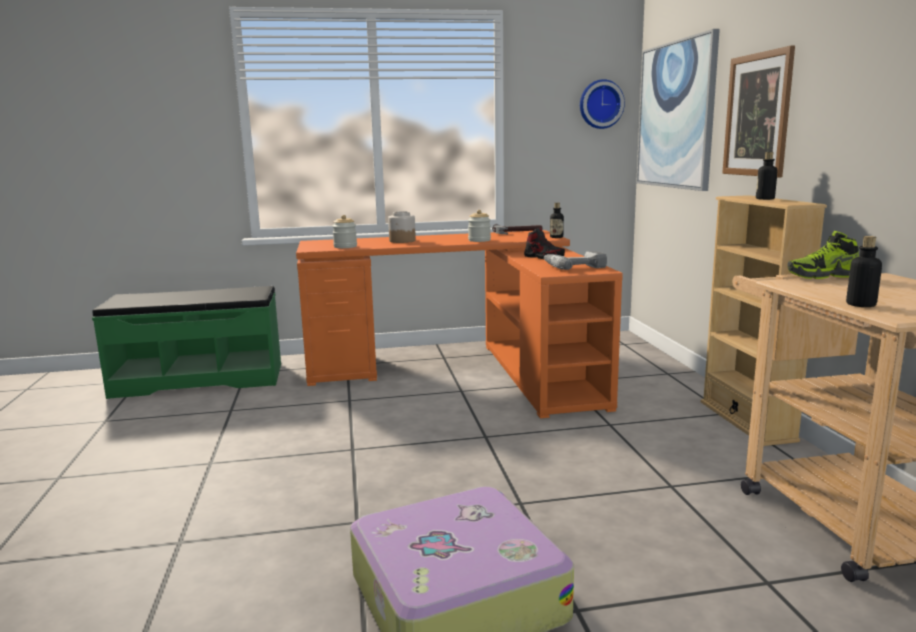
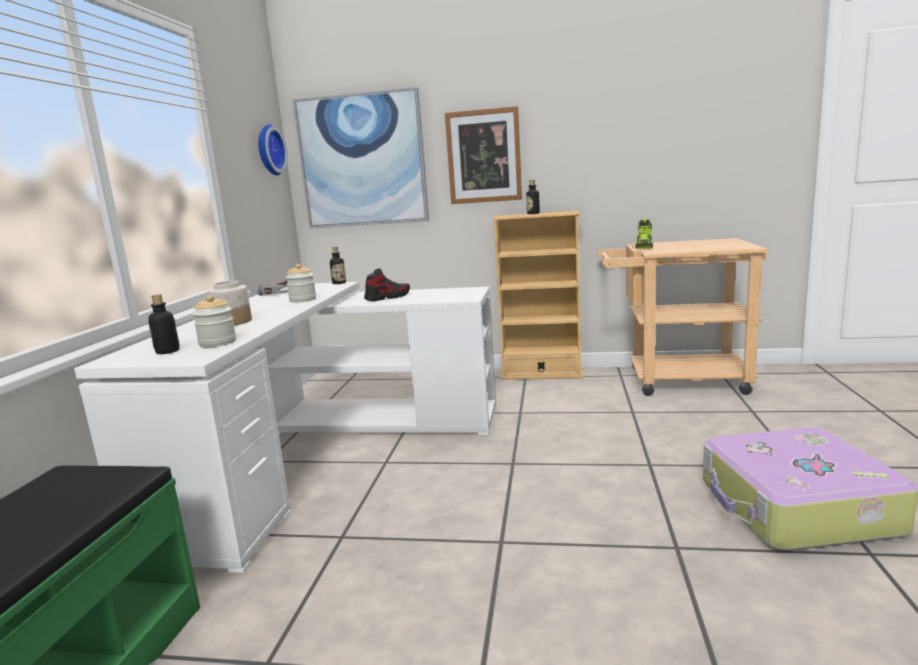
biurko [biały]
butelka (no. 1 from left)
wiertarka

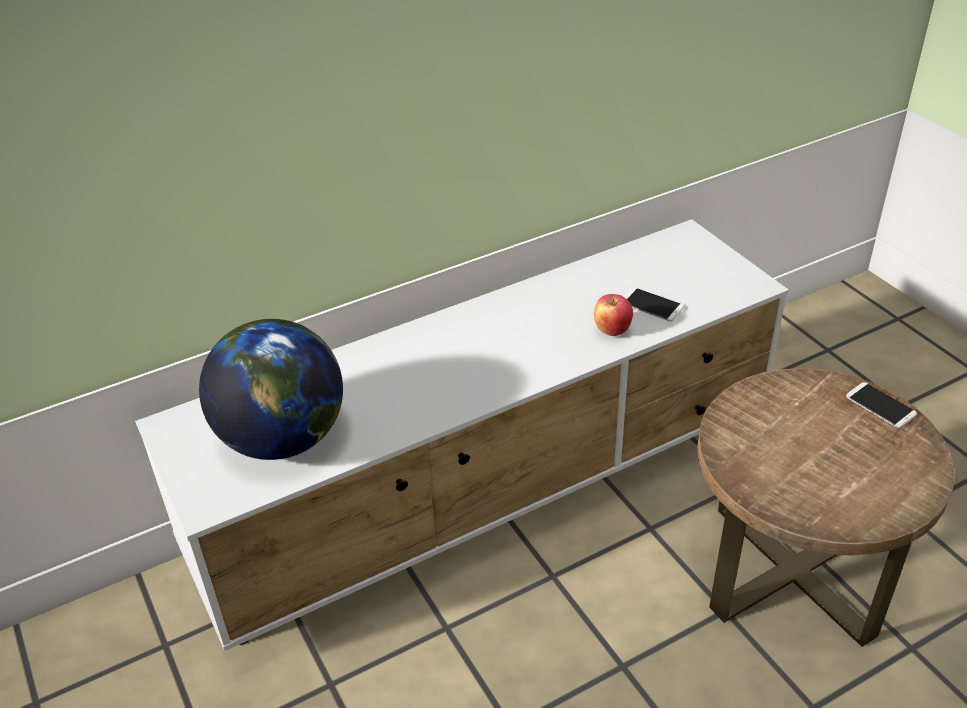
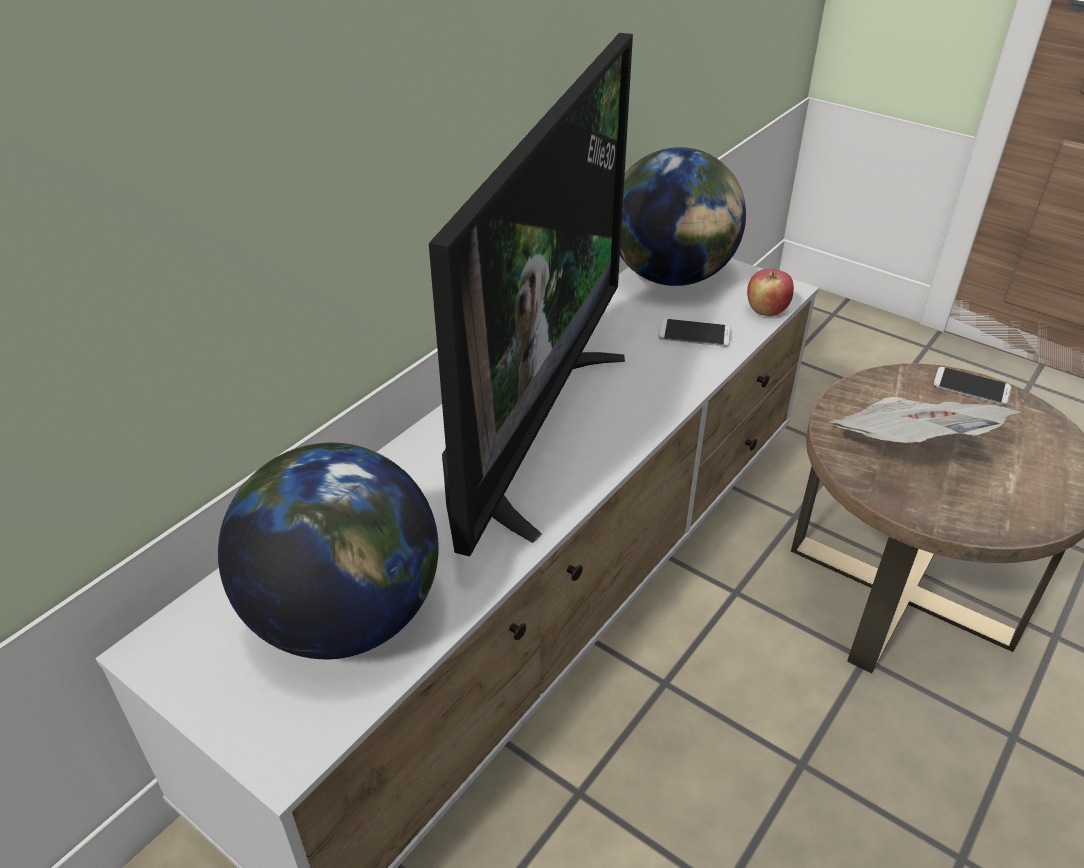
jabłko
telewizor
globus (no. 2 from left)
gazeta

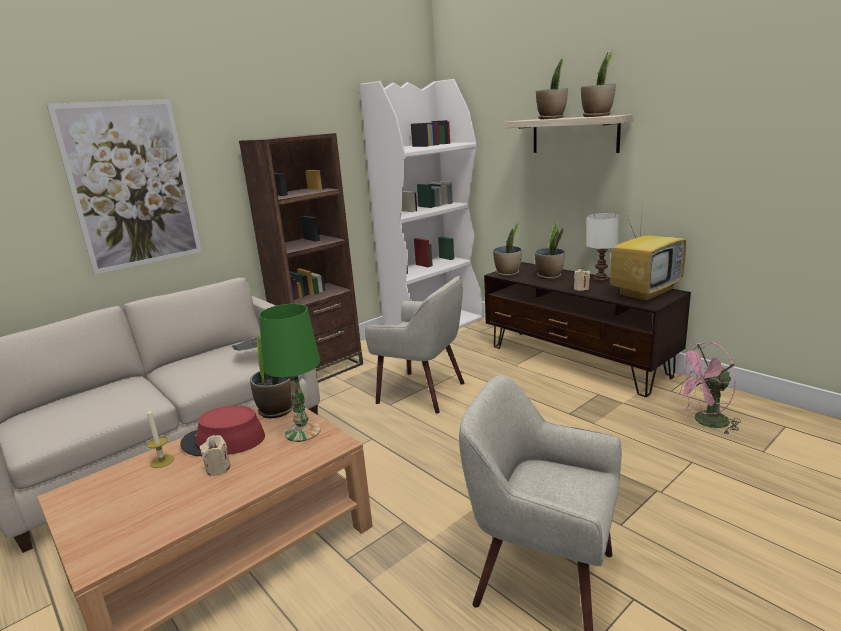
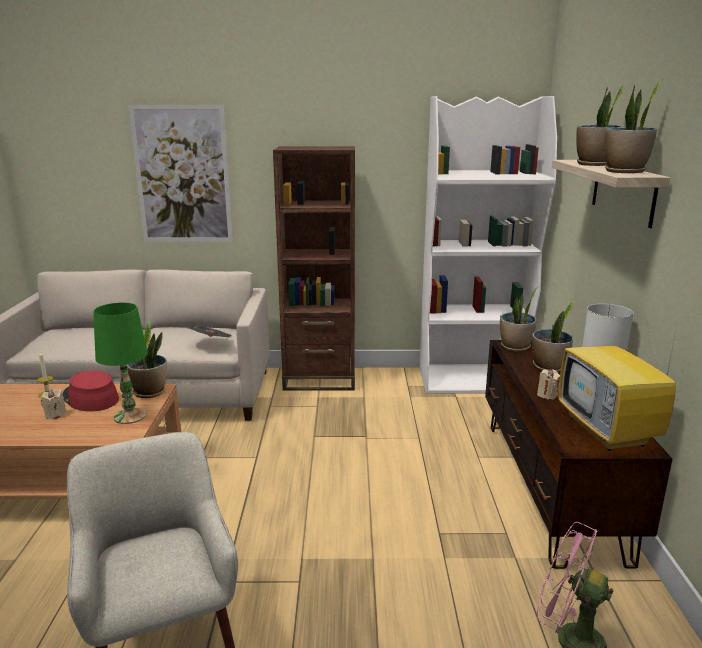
telewizor
fotel [beżowy] (no. 1 from left in the first image)

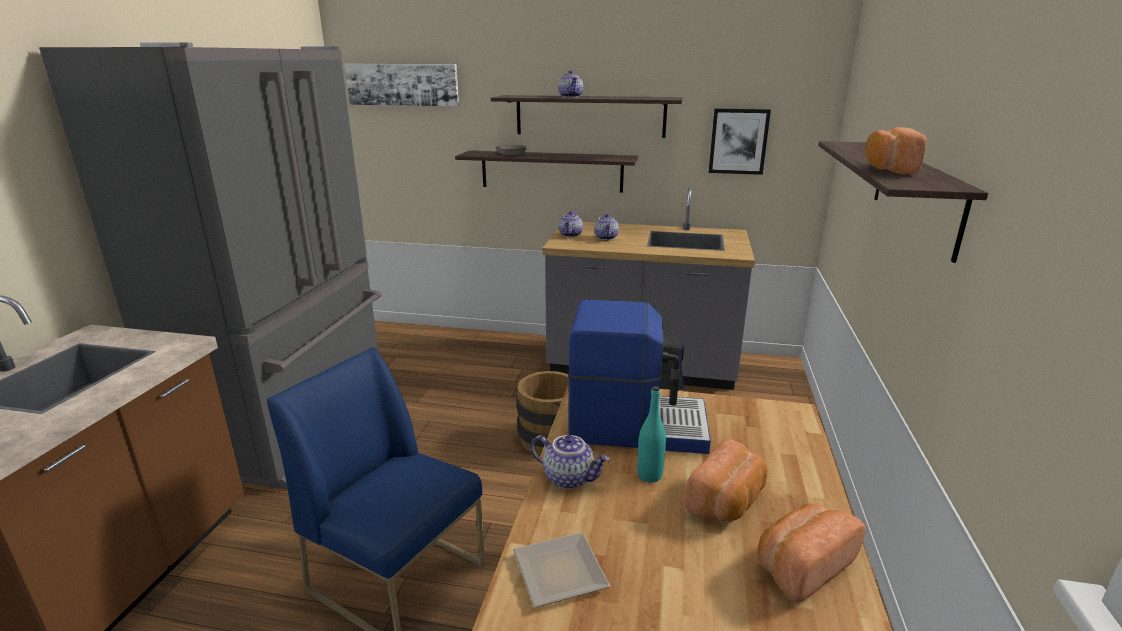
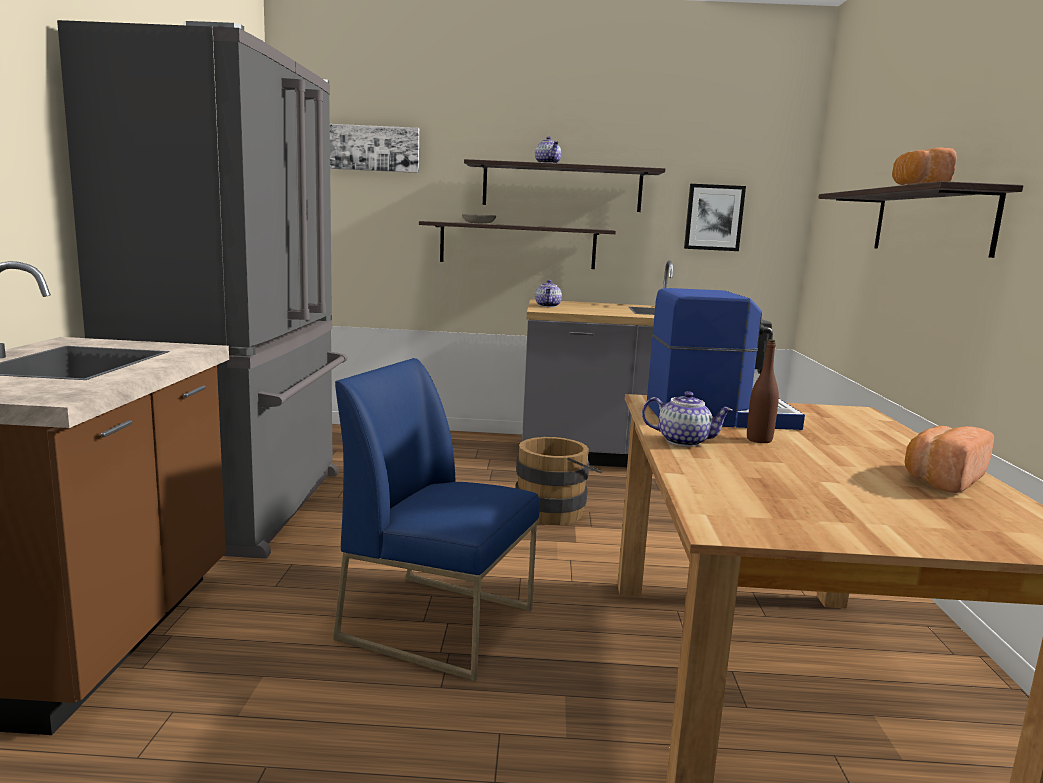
imbryk (no. 4 from left in the first image)
butelka [brązowy]
chleb (no. 1 from left in the first image)
talerz

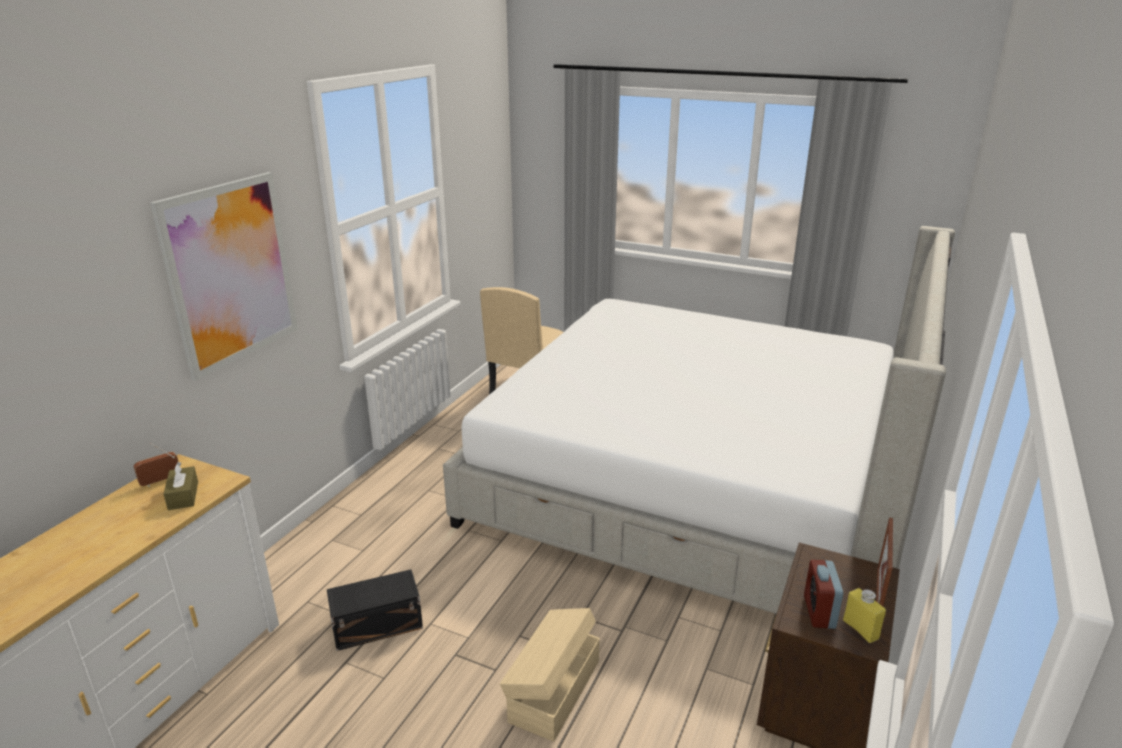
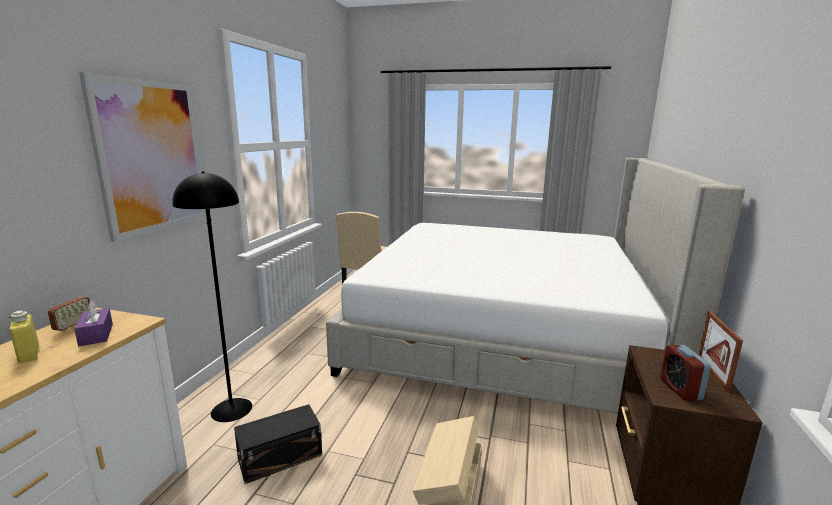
radio
pudełko chusteczek [fioletowy]
butelka [żółty]
lampa stojąca [czarny]

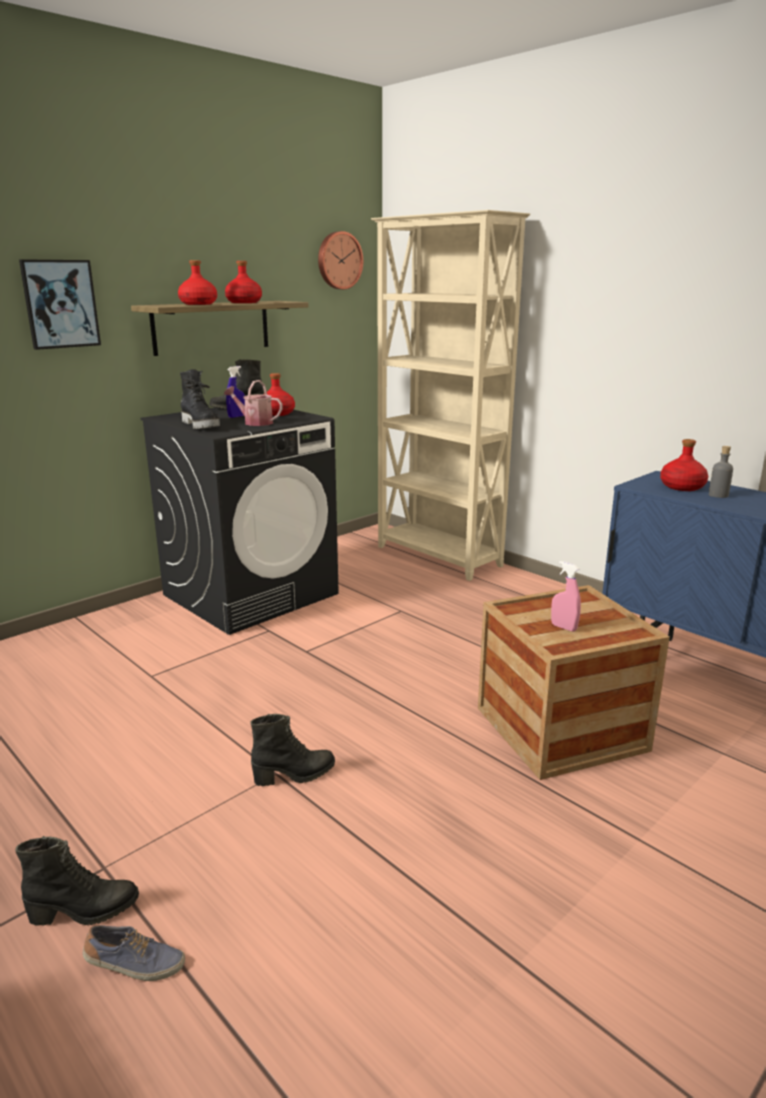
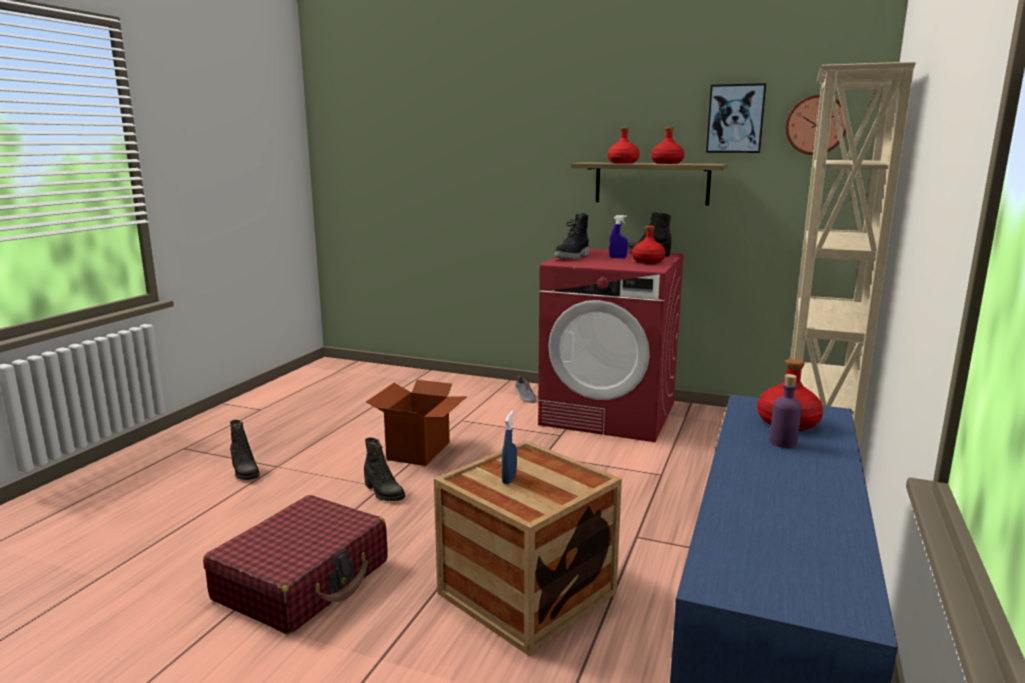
obraz
konewka
pralka [czerwony]
butelka [fioletowy]
spryskiwacz [niebieski] (no. 1 from left)
but
karton
walizka [czerwony]

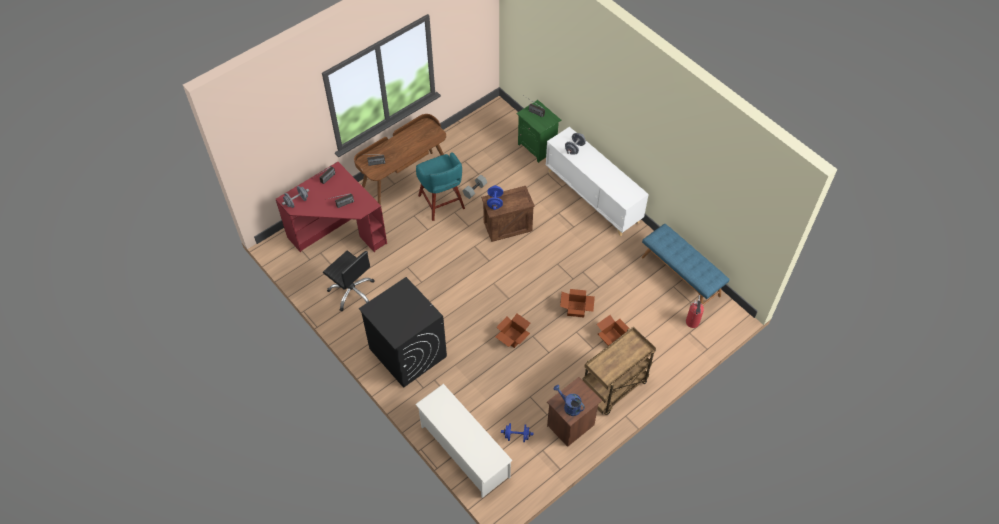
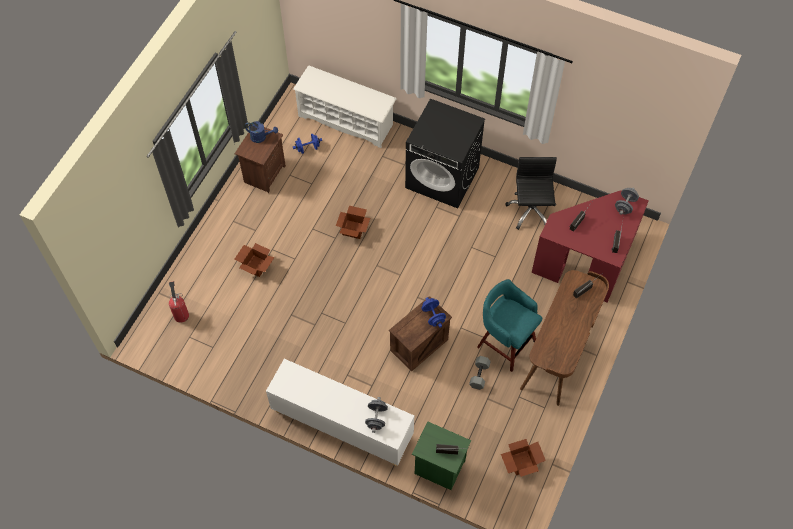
ławka [niebieski]
krzesło biurowe [czarny]
karton (no. 3 from left)
wózek [brązowy]

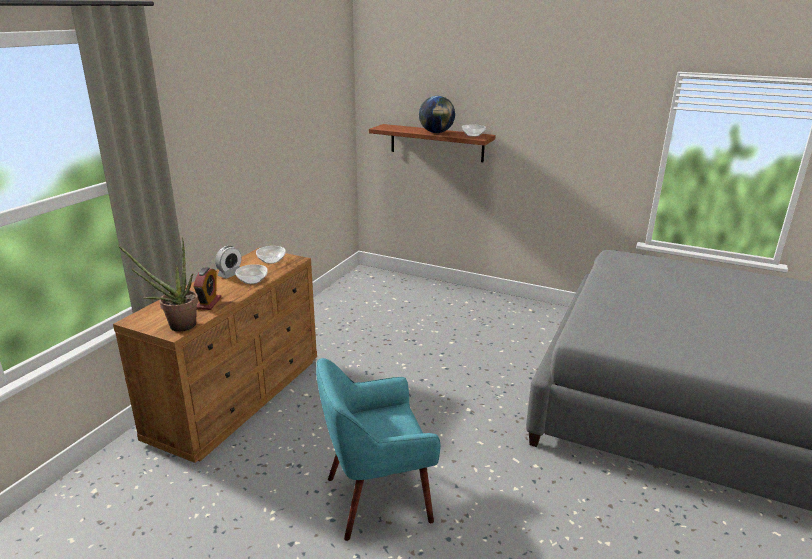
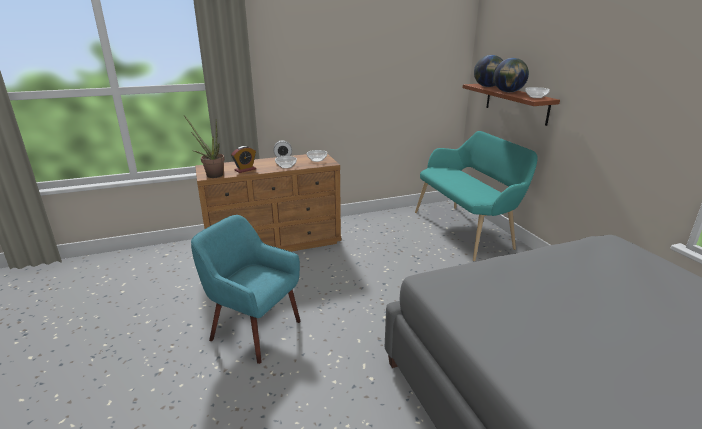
globus (no. 1 from left)
ławka [turkusowy]

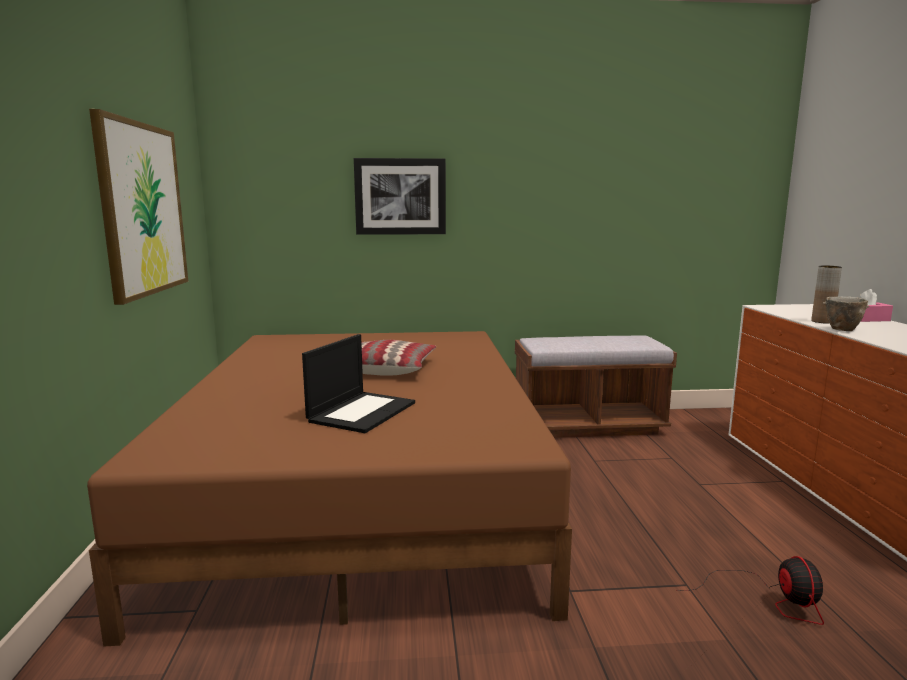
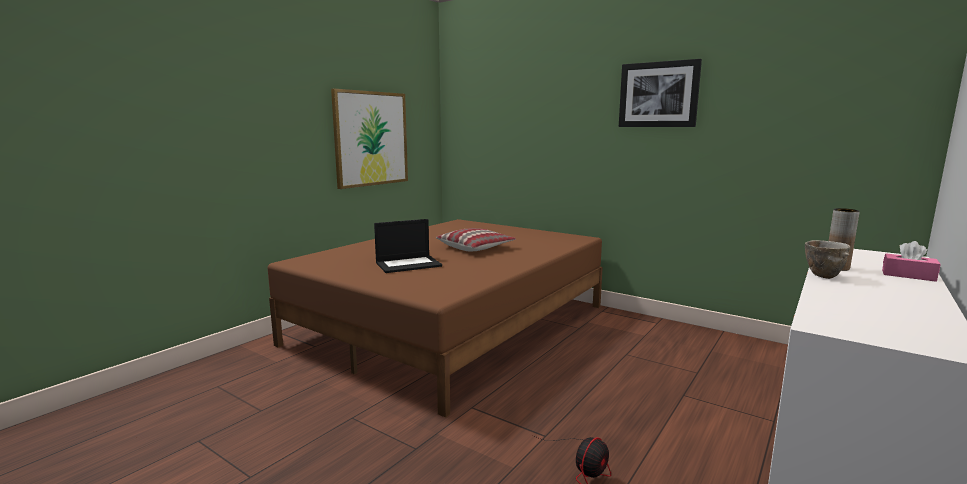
obraz (no. 2 from left)
ławka [brązowy]

